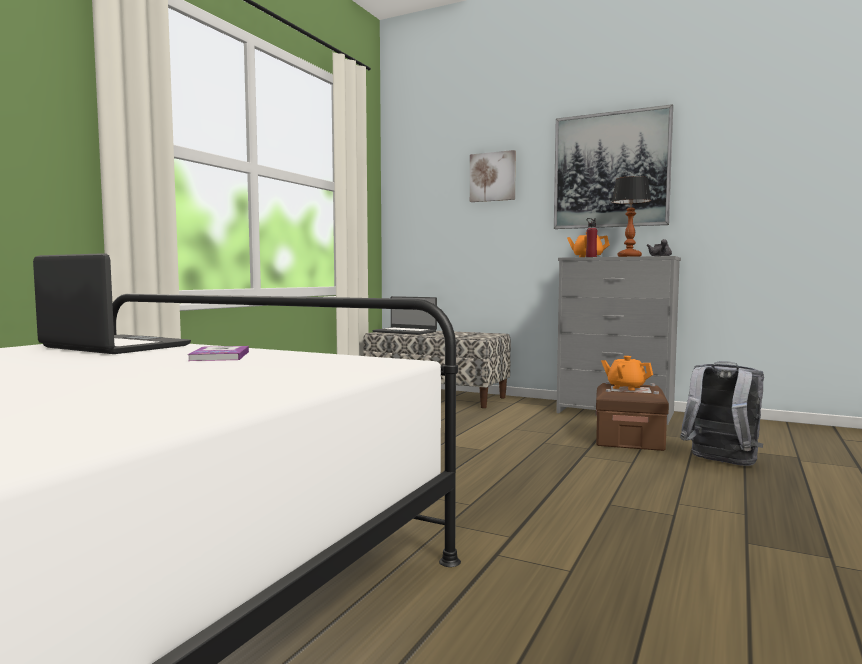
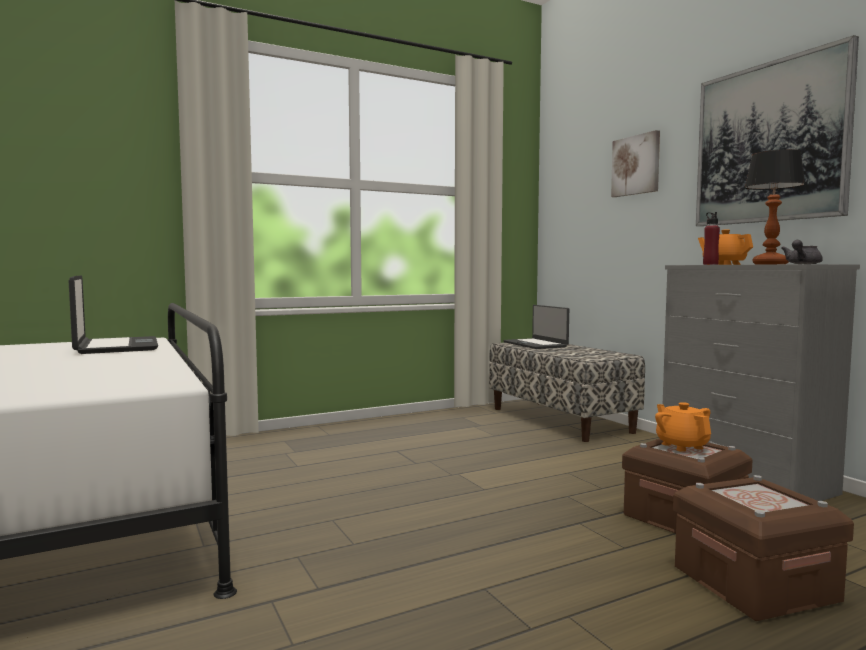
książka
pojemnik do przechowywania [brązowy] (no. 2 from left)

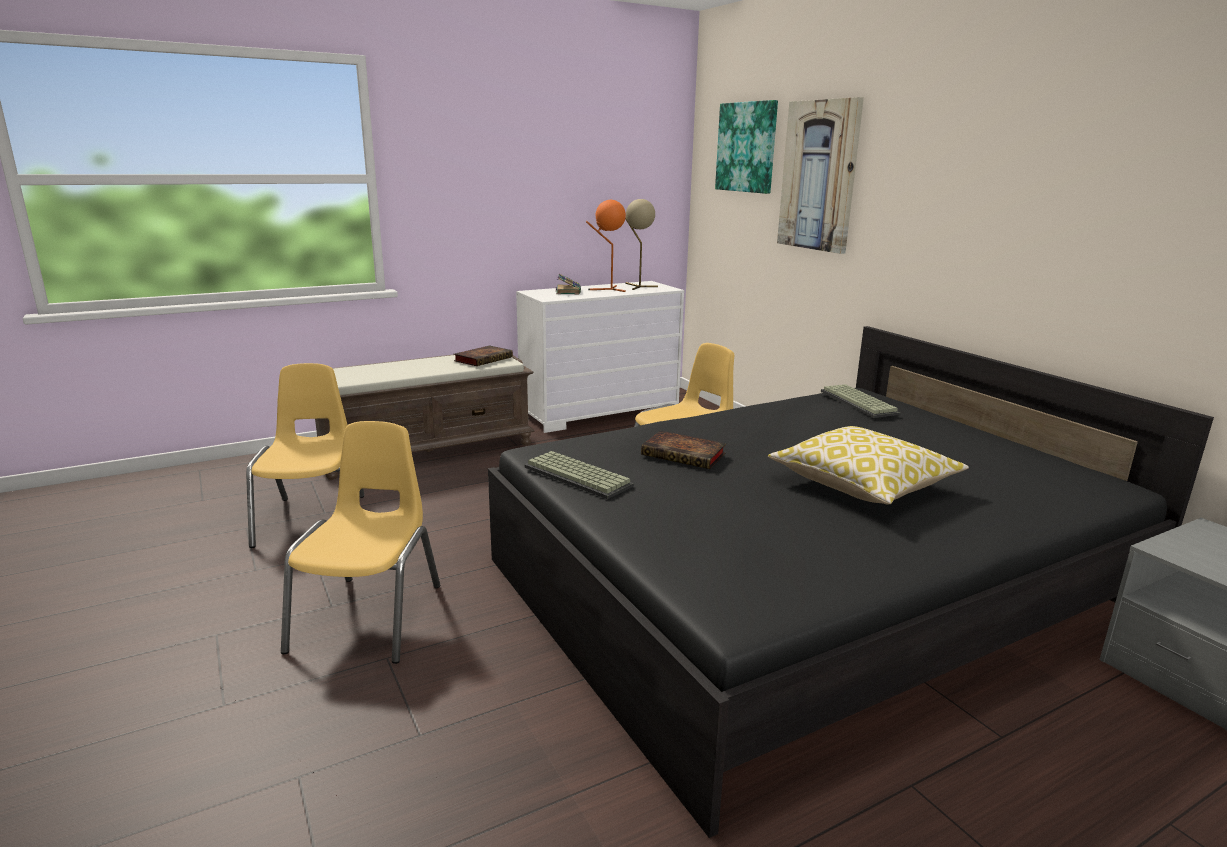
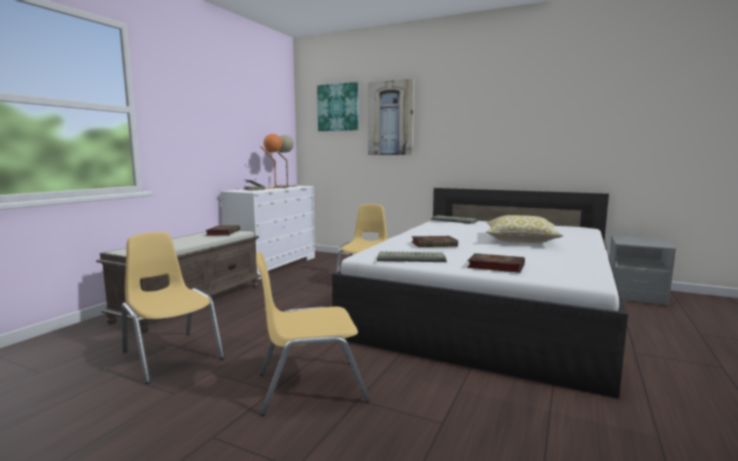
łóżko [biały]
krzesło [żółty] (no. 2 from left)
książka (no. 4 from left)

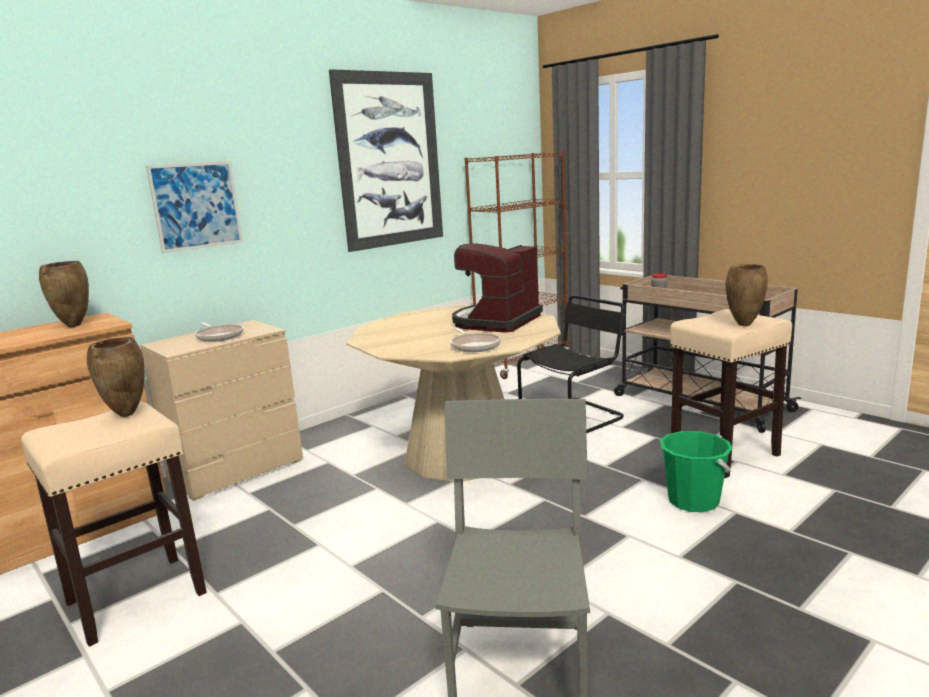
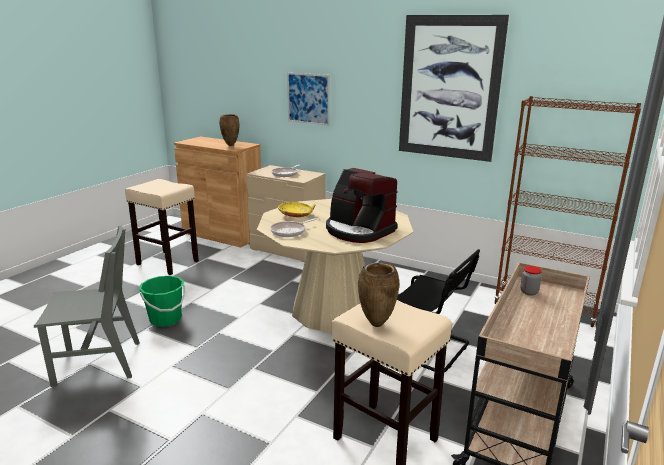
ekspres do kawy
wazon [brązowy] (no. 2 from left in the first image)
wiadro [zielony]
miska [żółty]

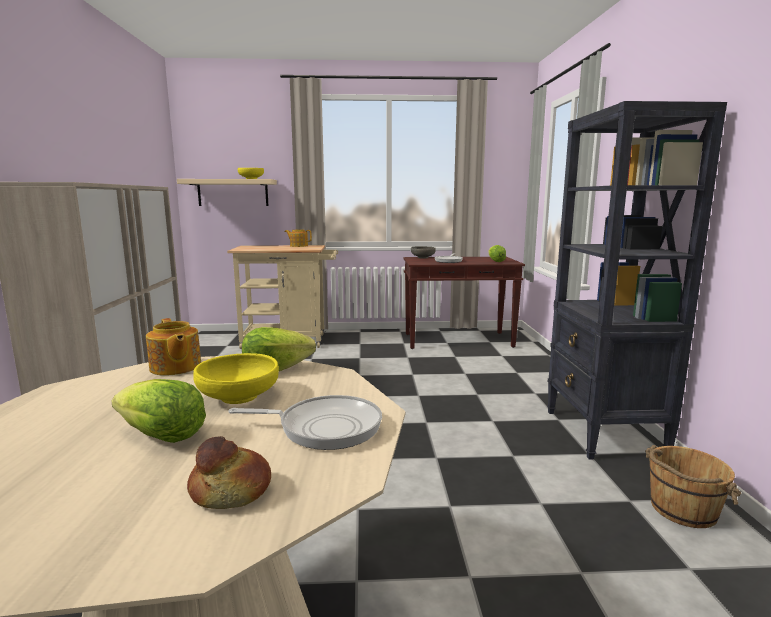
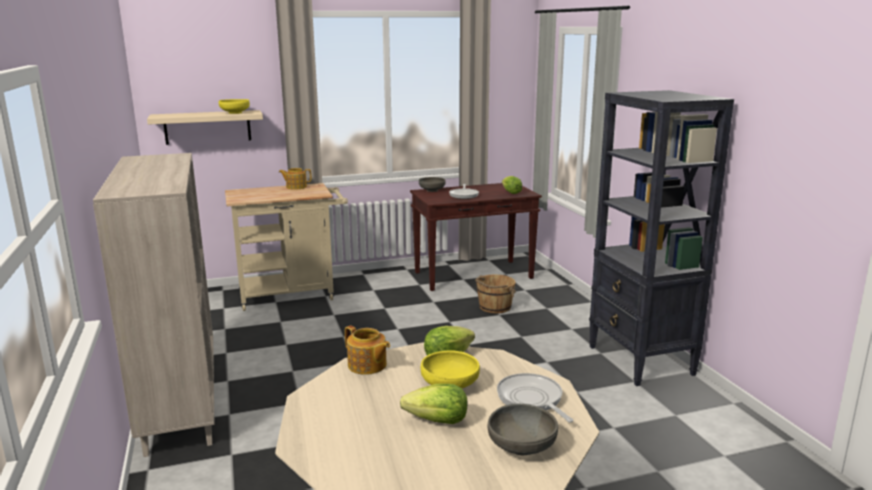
patelnia (no. 2 from left)
miska [szary] (no. 2 from left)
wiadro [brązowy]

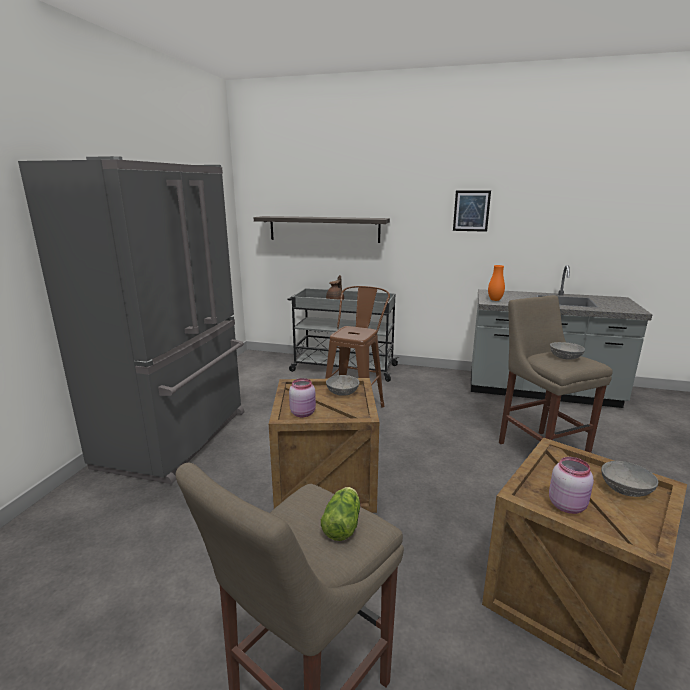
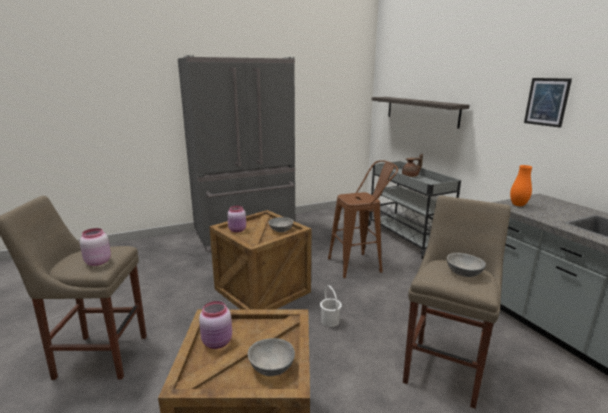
słoik [różowy] (no. 1 from left)
wiadro [biały]

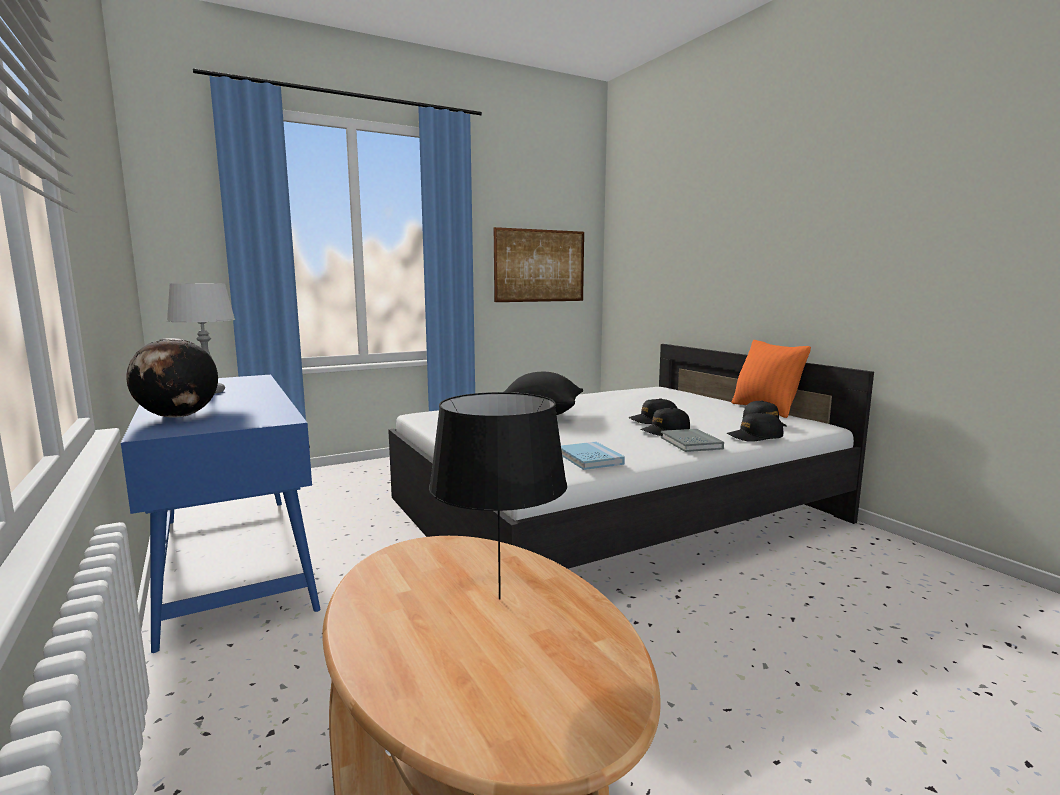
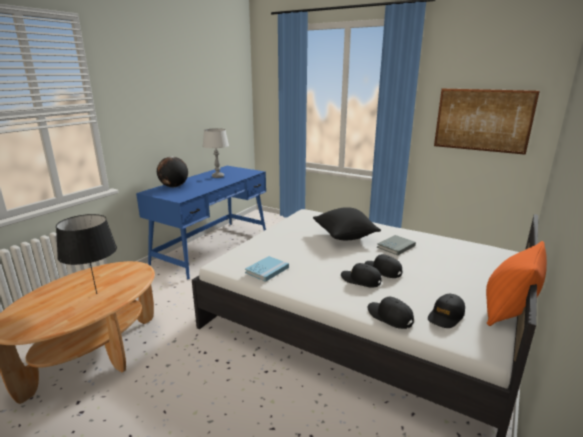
książka [szary]

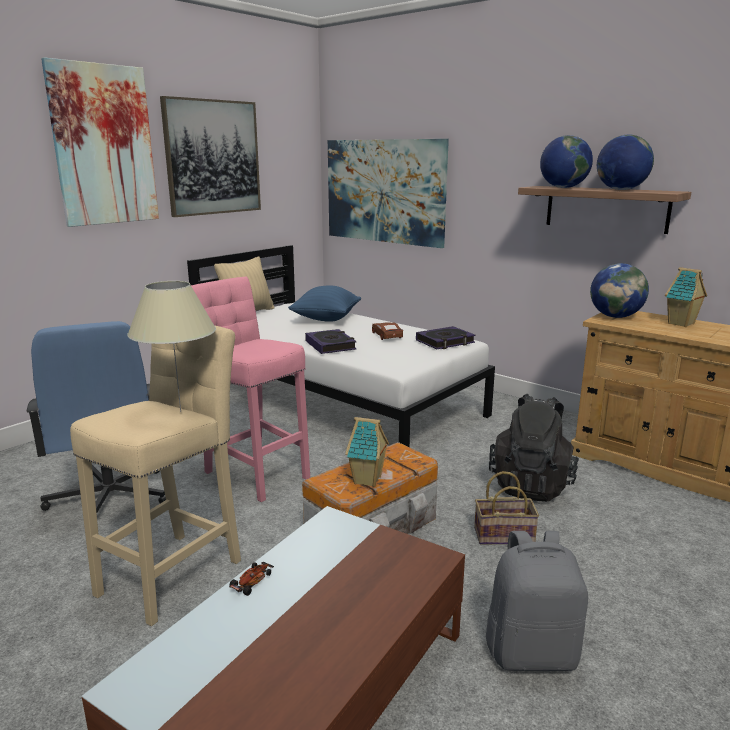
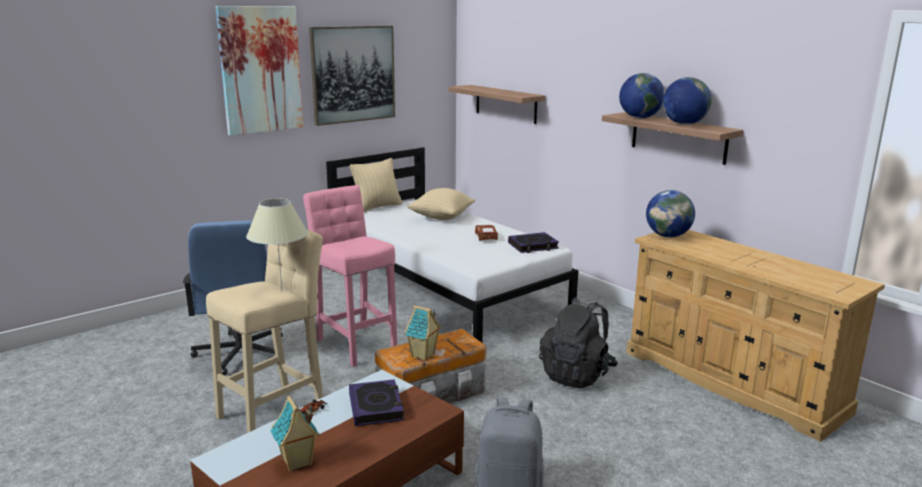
półka (no. 1 from left)
domek (no. 1 from left)
poduszka [beżowy] (no. 2 from left)
książka (no. 1 from left)
koszyk

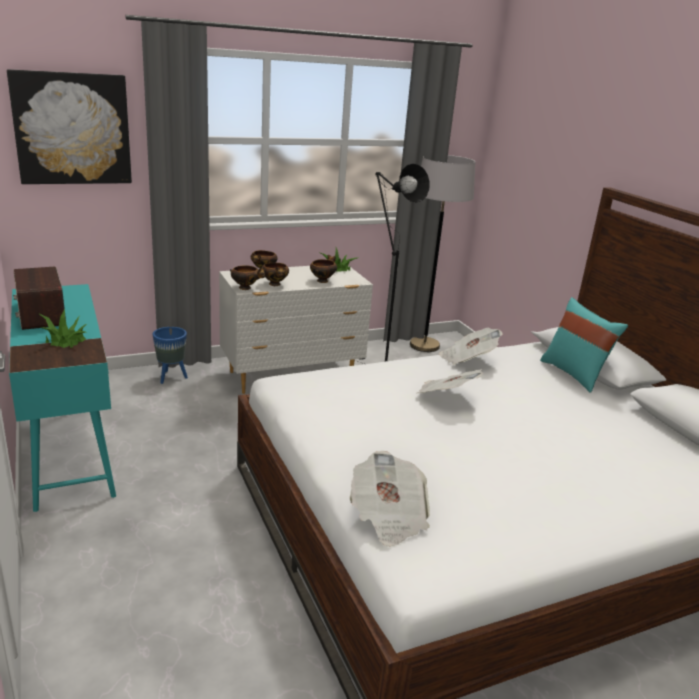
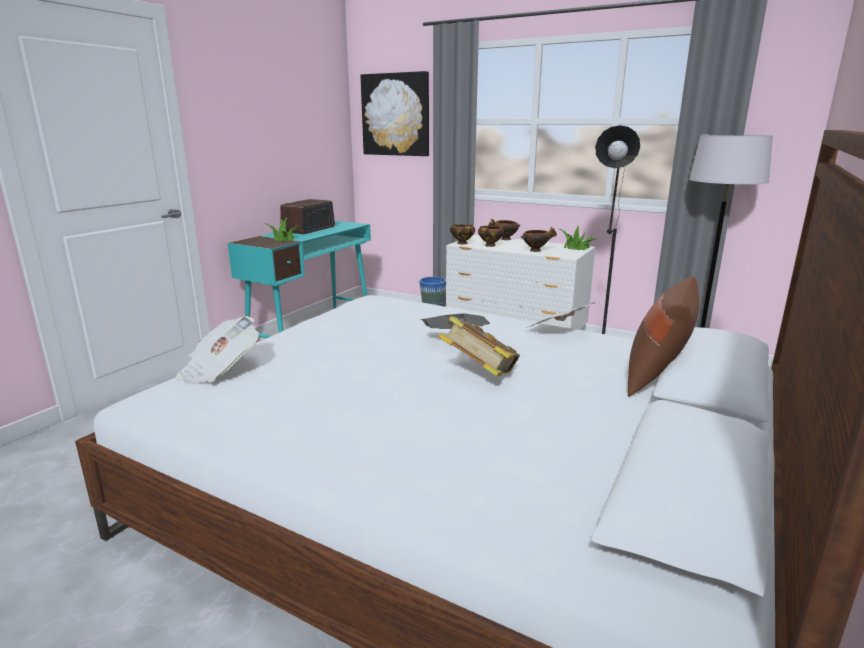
poduszka [brązowy]
książka

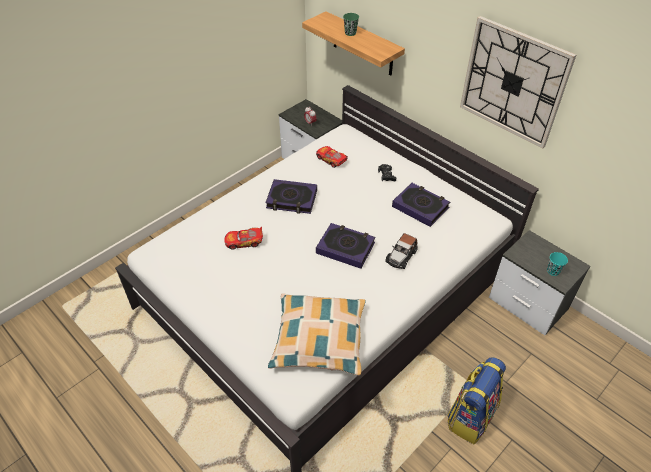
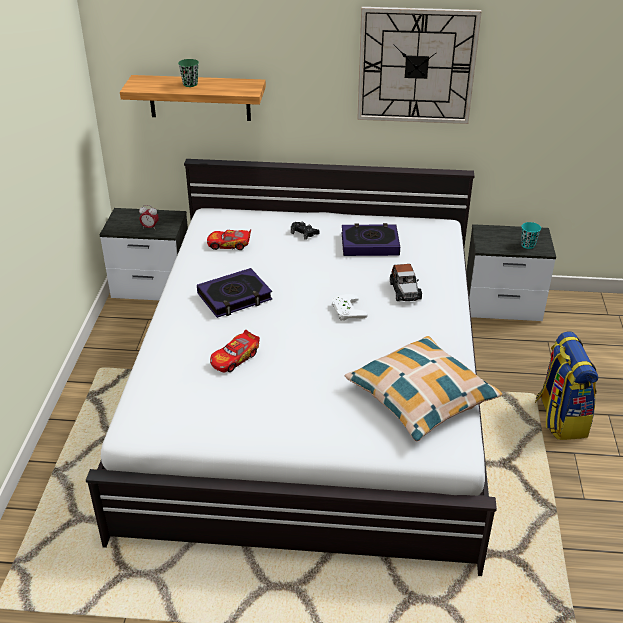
pad do gier [biały]

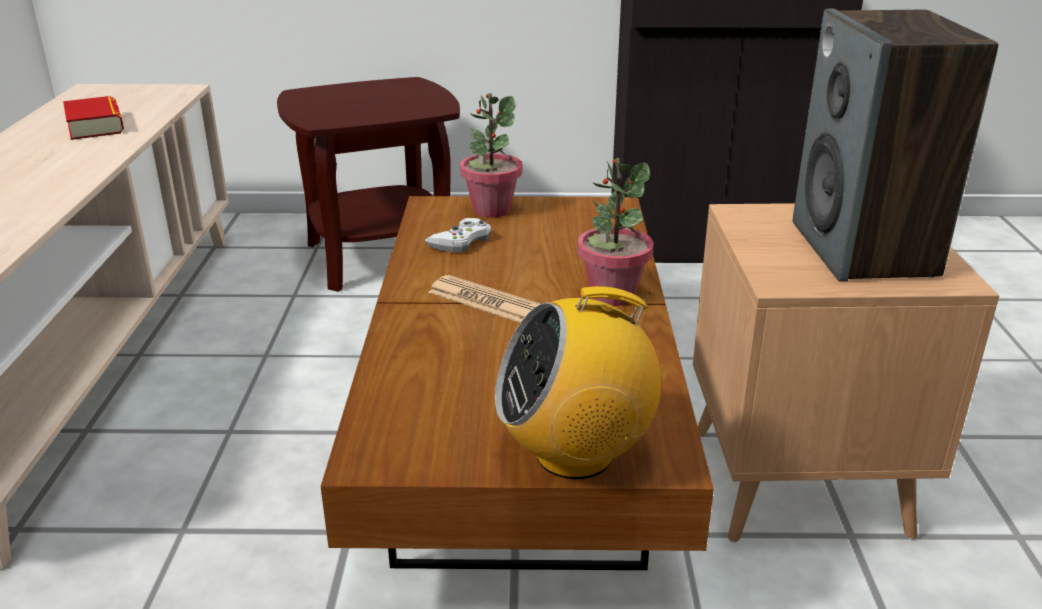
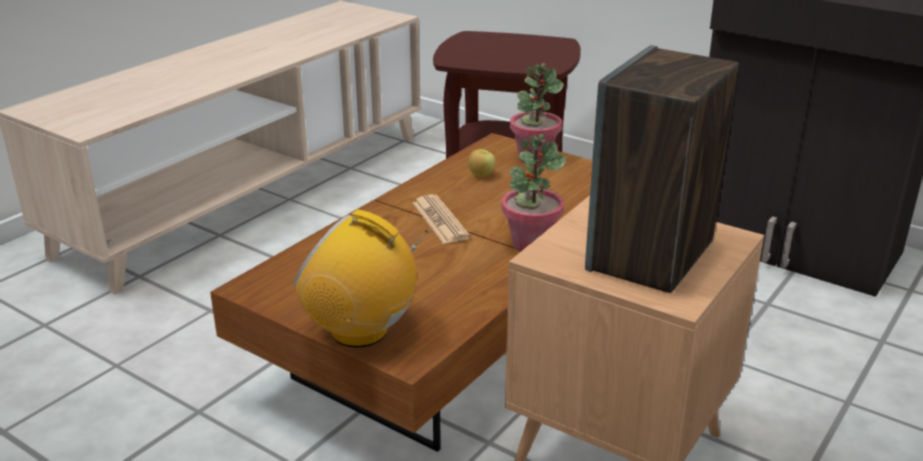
książka
jabłko

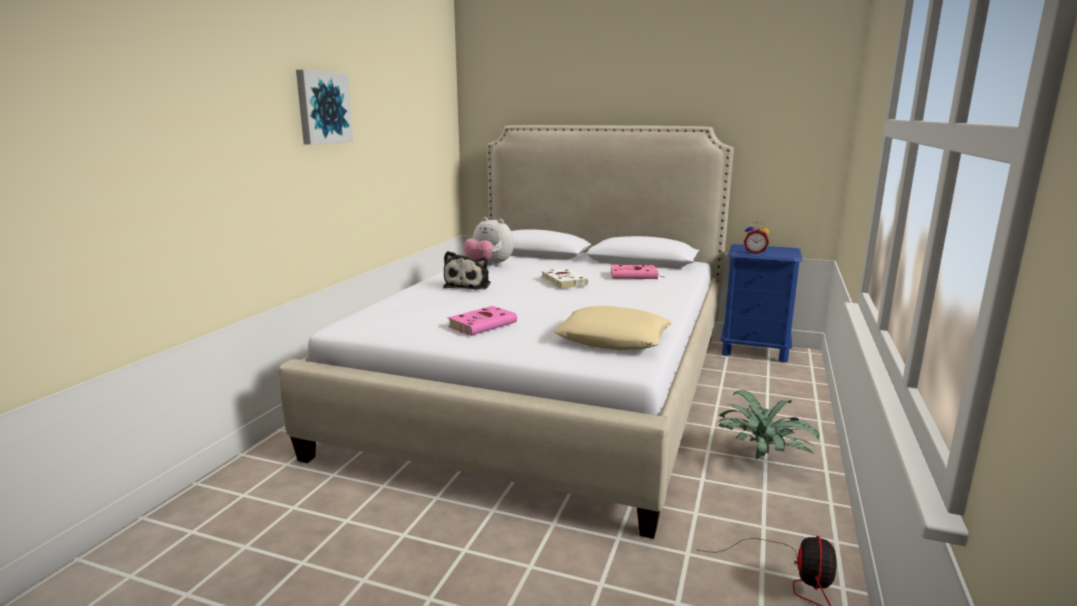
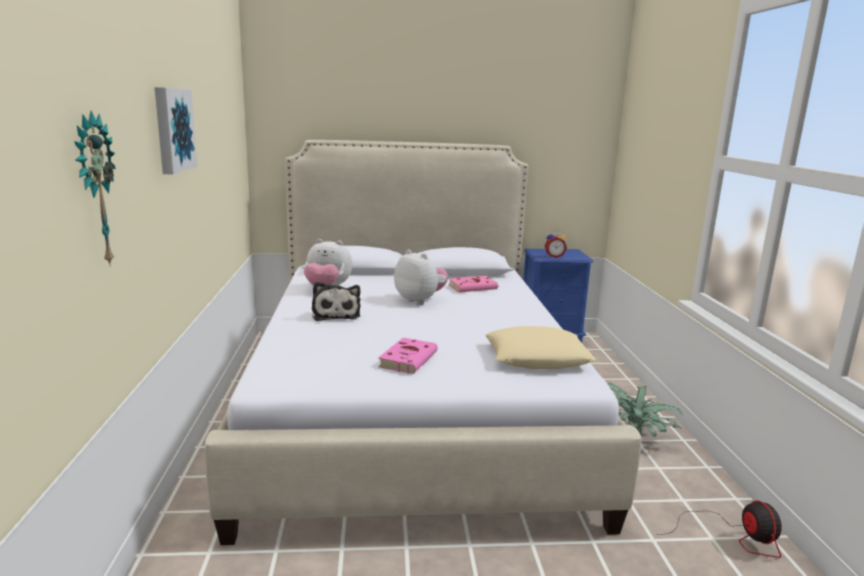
pluszak (no. 3 from left)
zegar ścienny

